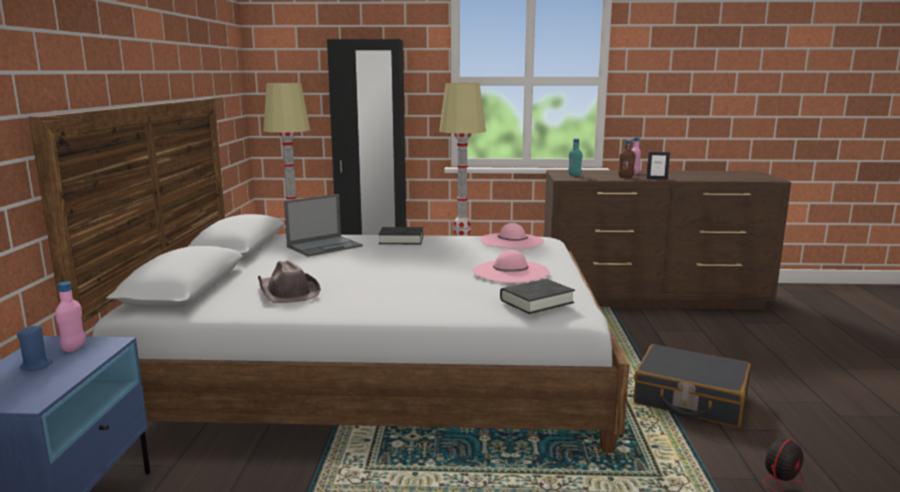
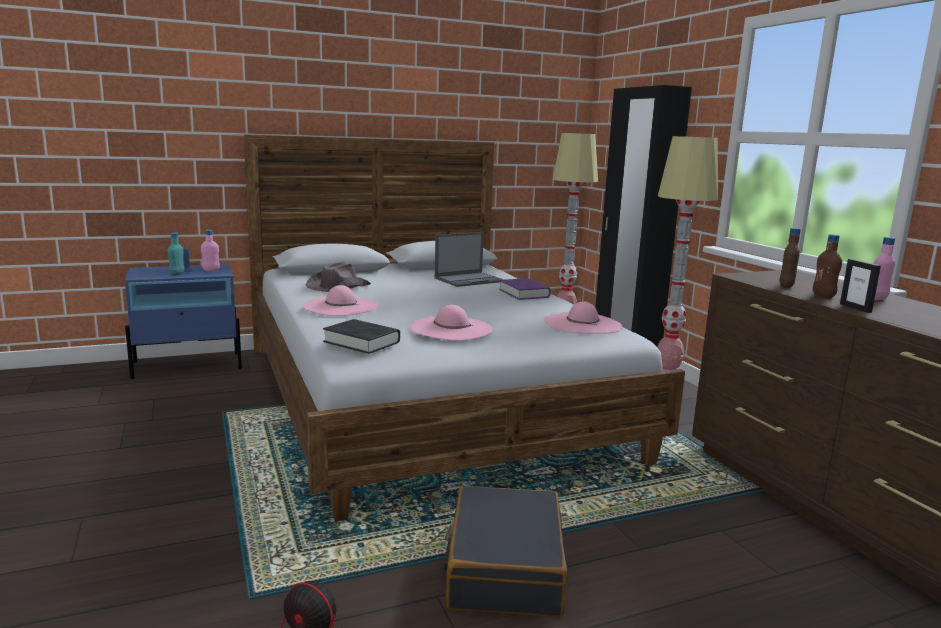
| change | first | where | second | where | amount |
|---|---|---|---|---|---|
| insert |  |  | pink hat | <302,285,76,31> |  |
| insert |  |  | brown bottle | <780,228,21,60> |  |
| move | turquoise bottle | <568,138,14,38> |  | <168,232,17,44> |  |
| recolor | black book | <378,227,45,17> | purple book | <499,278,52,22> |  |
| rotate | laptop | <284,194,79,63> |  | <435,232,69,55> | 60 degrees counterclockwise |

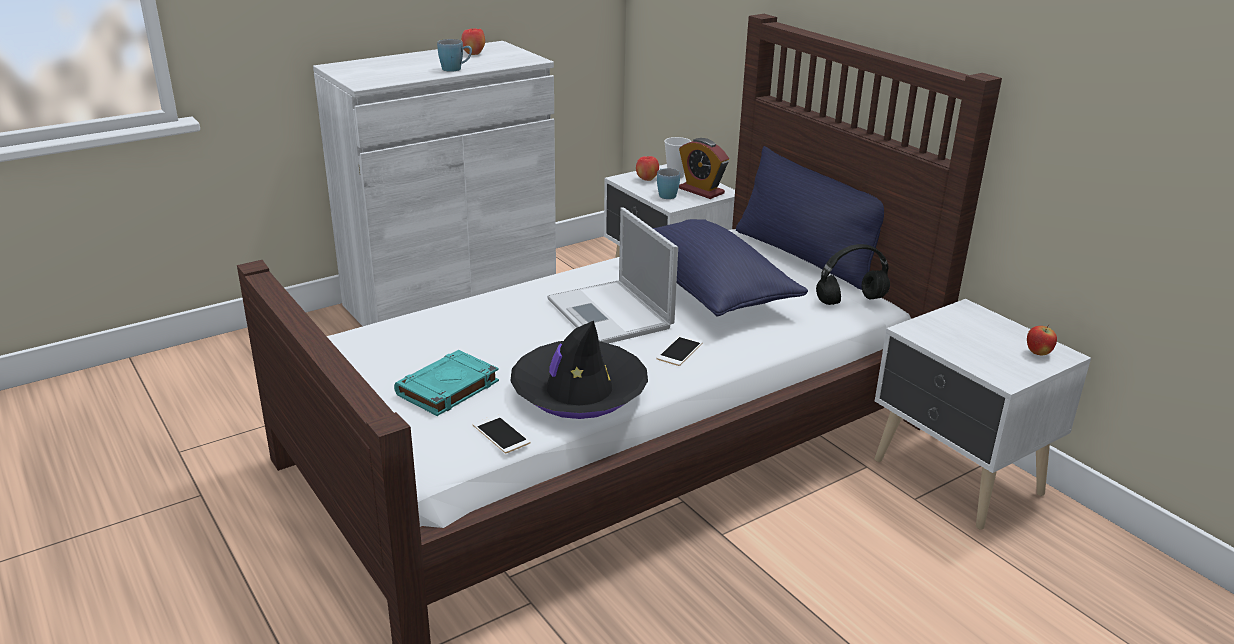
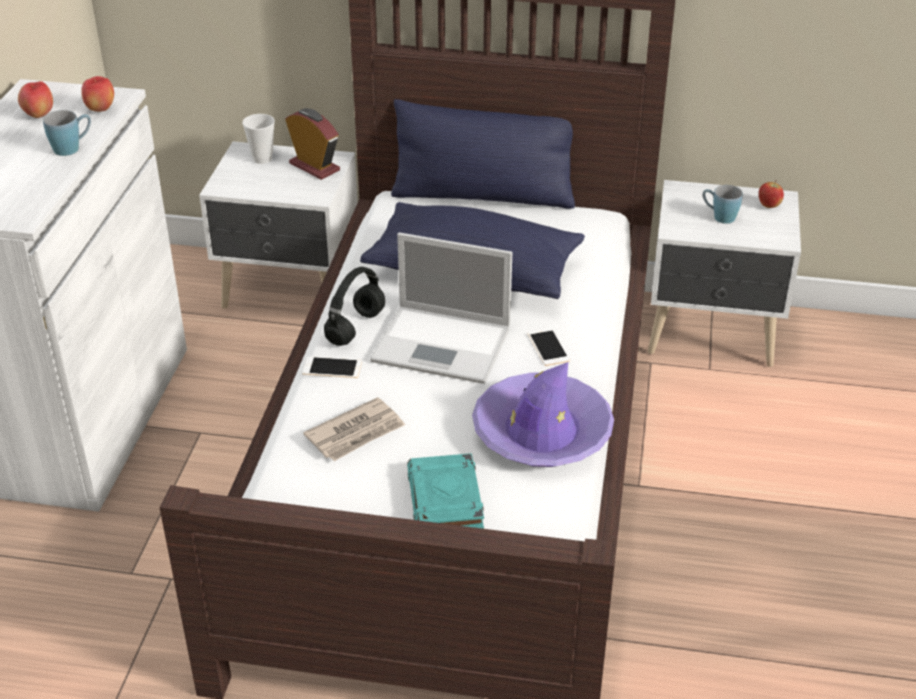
| change | first | where | second | where | amount |
|---|---|---|---|---|---|
| insert |  |  | newspaper | <303,397,102,64> |  |
| move | phone | <473,414,58,39> |  | <302,356,60,22> |  |
| move | apple | <636,156,23,25> |  | <81,76,33,36> |  |
| move | blue mug | <657,168,23,31> |  | <703,185,40,39> |  |
| move | black headphones | <816,244,74,61> |  | <324,267,61,79> |  |
| recolor | black hat | <510,321,138,98> | purple hat | <472,362,142,105> |  |
| rotate | alarm clock | <679,138,50,61> |  | <285,108,55,72> | 135 degrees counterclockwise |

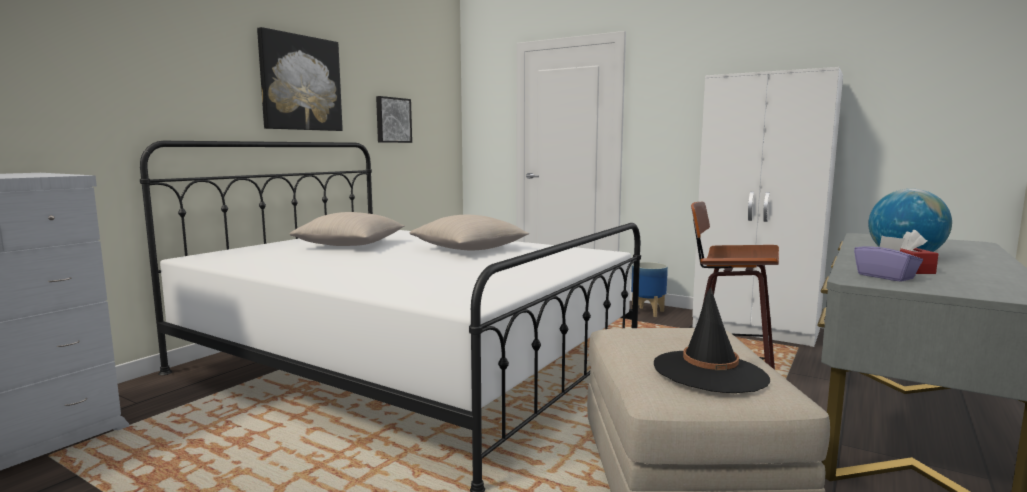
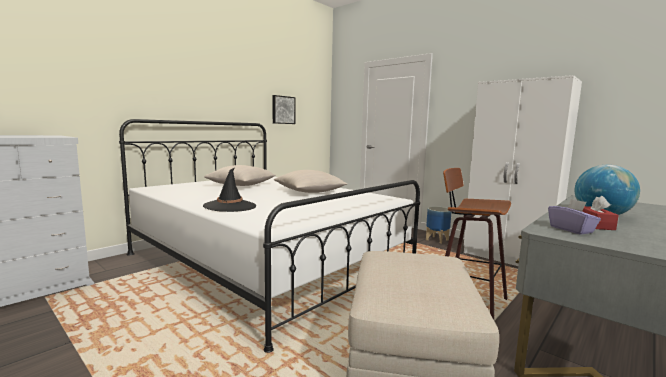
| change | first | where | second | where | amount |
|---|---|---|---|---|---|
| delete | picture | <257,27,86,104> |  |  |  |
| move | black hat | <654,287,116,106> |  | <203,168,53,44> |  |

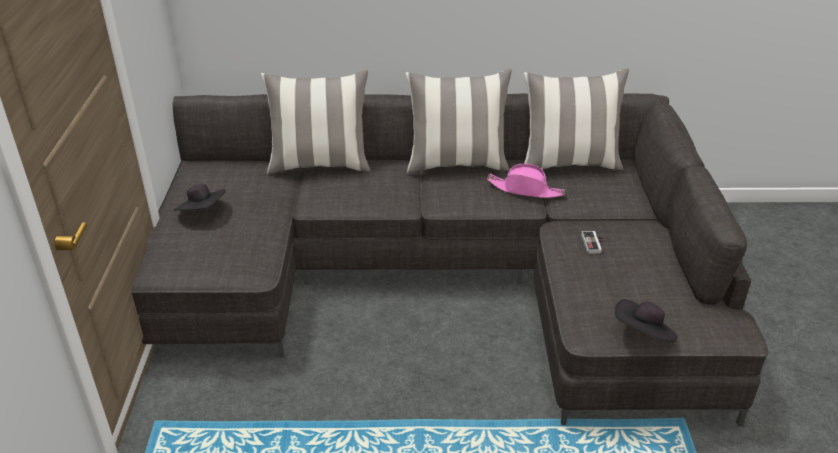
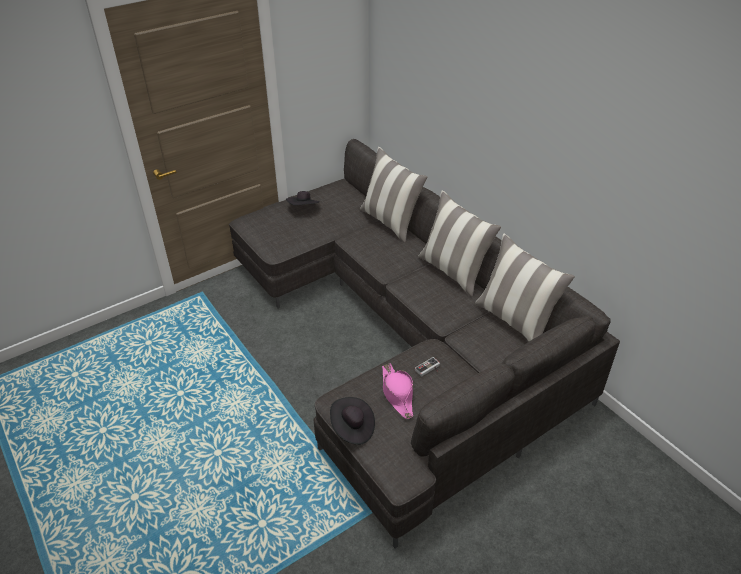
| change | first | where | second | where | amount |
|---|---|---|---|---|---|
| move | pink hat | <487,164,78,34> |  | <382,363,31,56> |  |

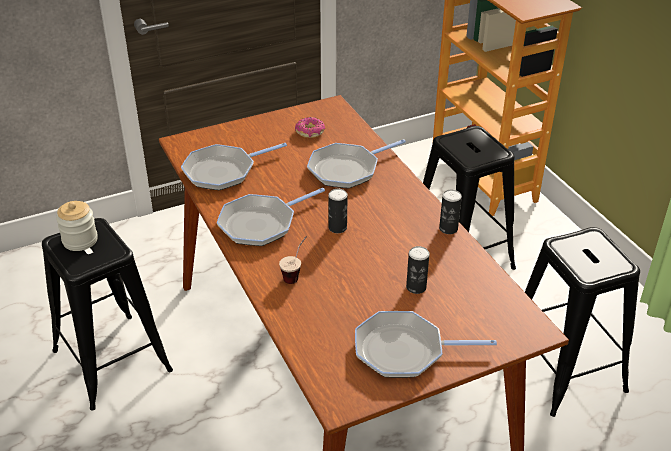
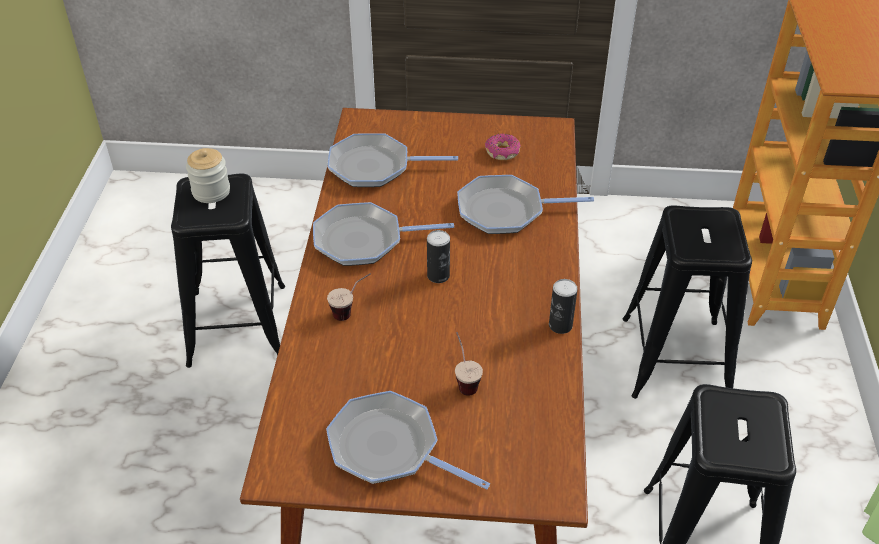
| change | first | where | second | where | amount |
|---|---|---|---|---|---|
| replace | can | <406,246,23,48> | cup | <455,332,28,64> |  |

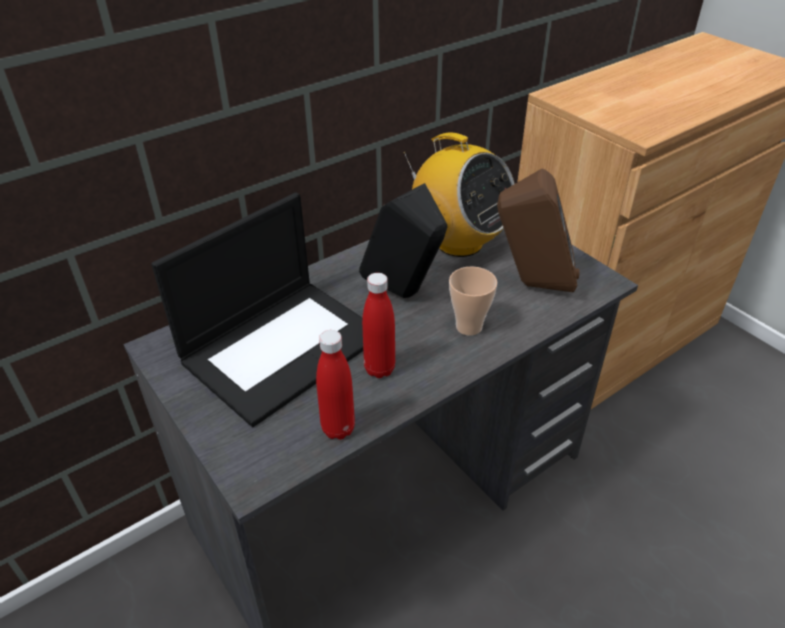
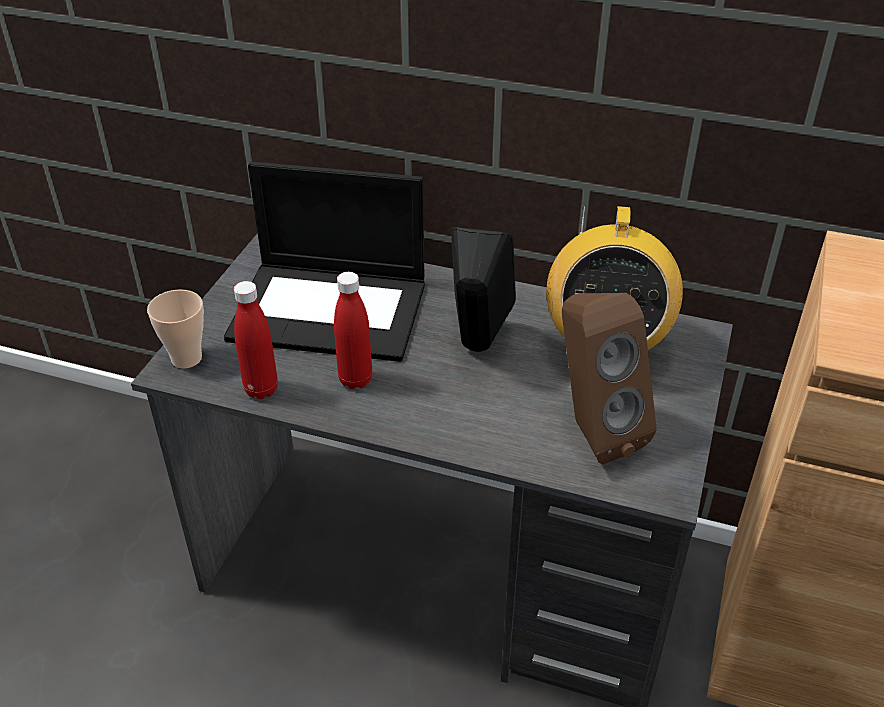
| change | first | where | second | where | amount |
|---|---|---|---|---|---|
| move | cup | <449,266,48,70> |  | <147,289,57,79> |  |

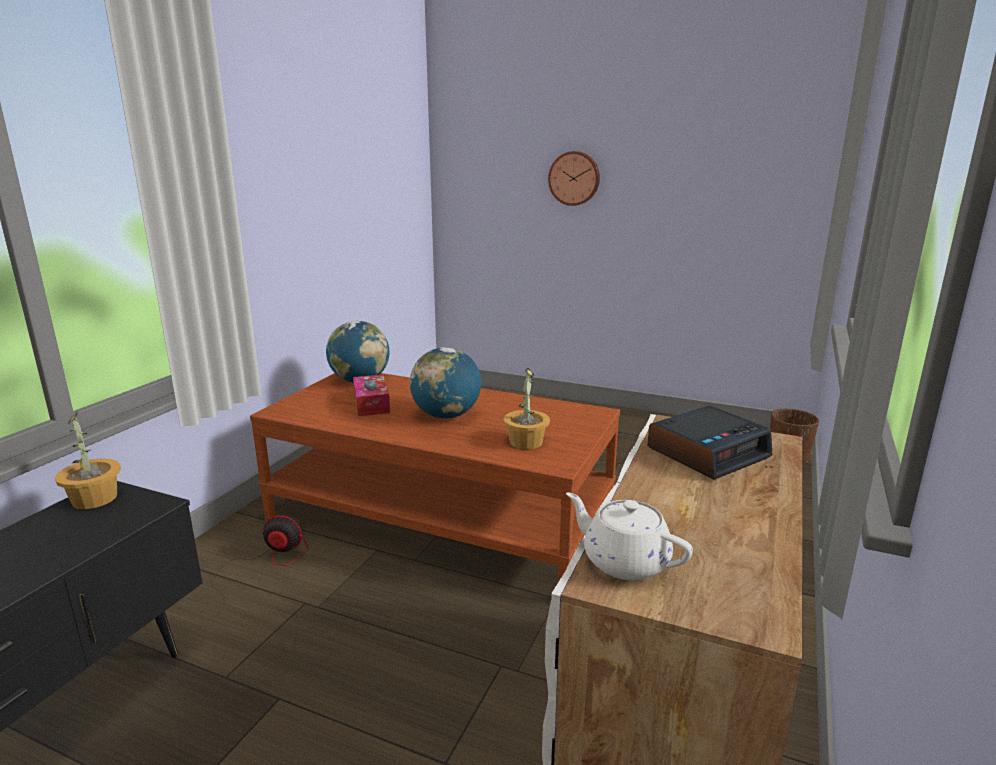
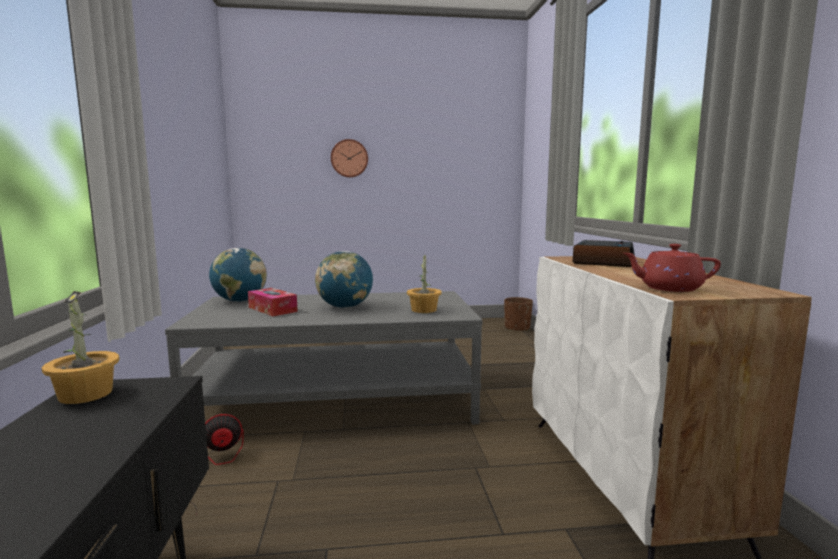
| change | first | where | second | where | amount |
|---|---|---|---|---|---|
| recolor | brown coffee table | <250,373,370,209> | grey coffee table | <165,291,318,134> |  |
| recolor | white teapot | <566,492,127,88> | red teapot | <623,244,98,48> |  |

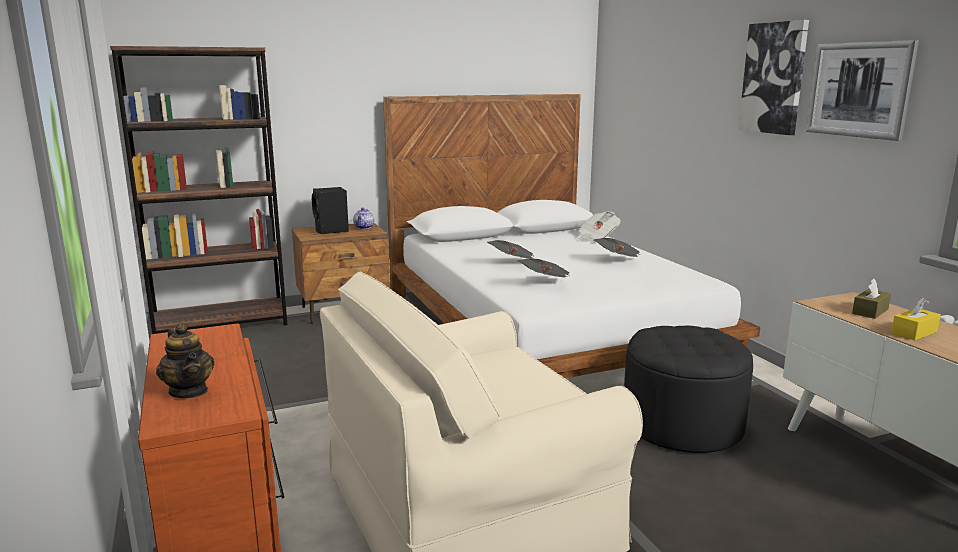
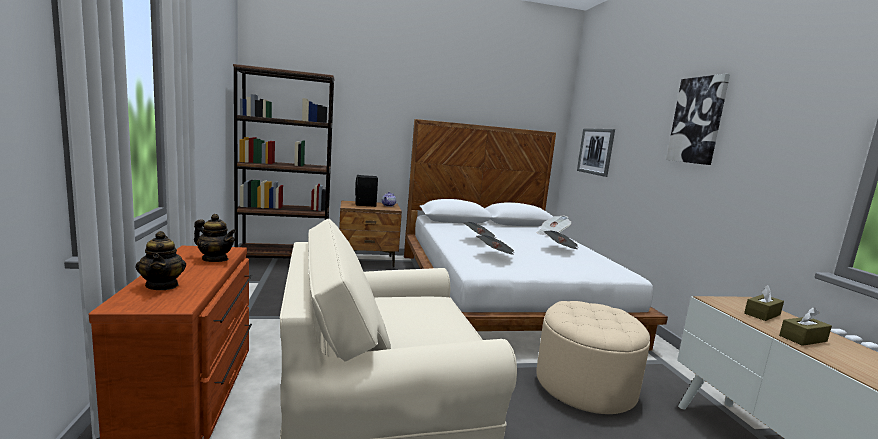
| change | first | where | second | where | amount |
|---|---|---|---|---|---|
| insert |  |  | teapot | <194,214,42,48> |  |
| move | picture | <806,40,113,101> |  | <577,128,38,49> |  |
| recolor | black ottoman | <624,326,129,127> | beige ottoman | <536,301,114,113> |  |
| recolor | yellow tissue box | <891,298,50,42> | brown tissue box | <779,307,53,39> |  |

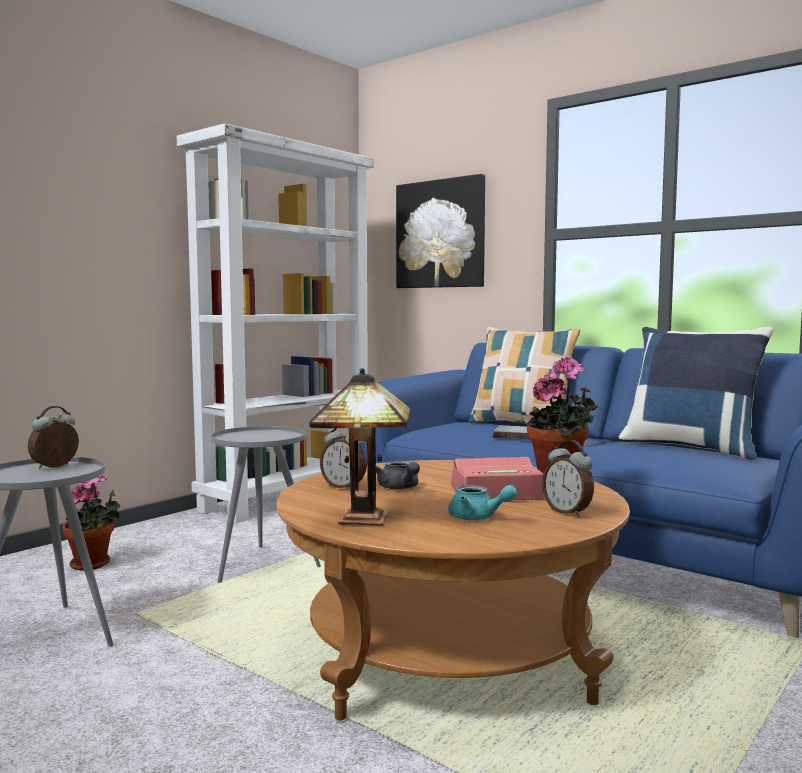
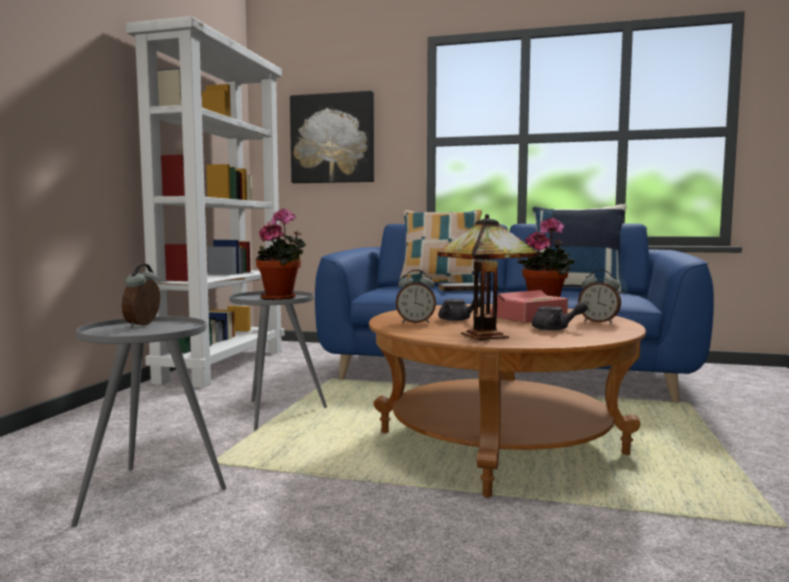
| change | first | where | second | where | amount |
|---|---|---|---|---|---|
| move | potted plant | <63,473,57,98> |  | <256,209,51,91> |  |
| recolor | turquoise teapot | <448,485,69,35> | grey teapot | <532,302,56,29> |  |

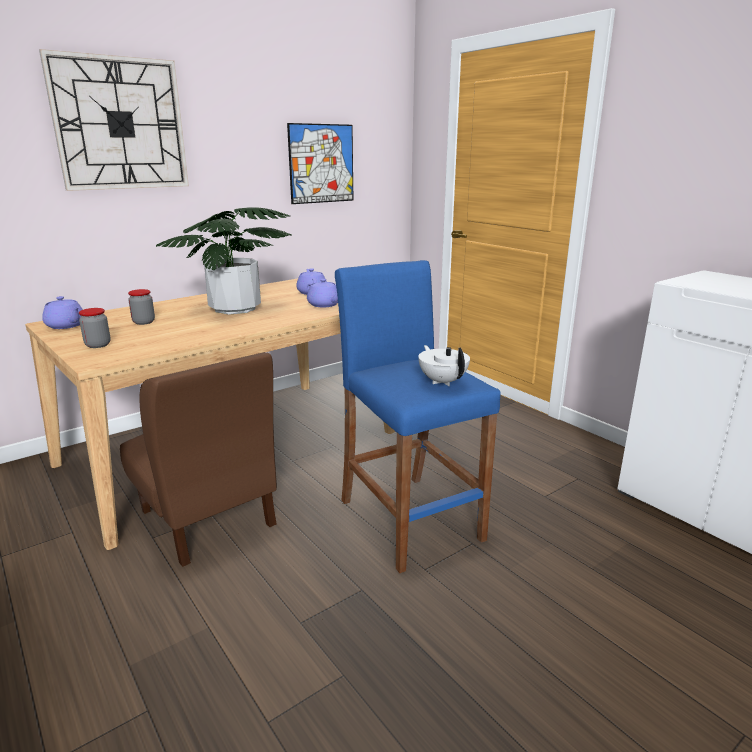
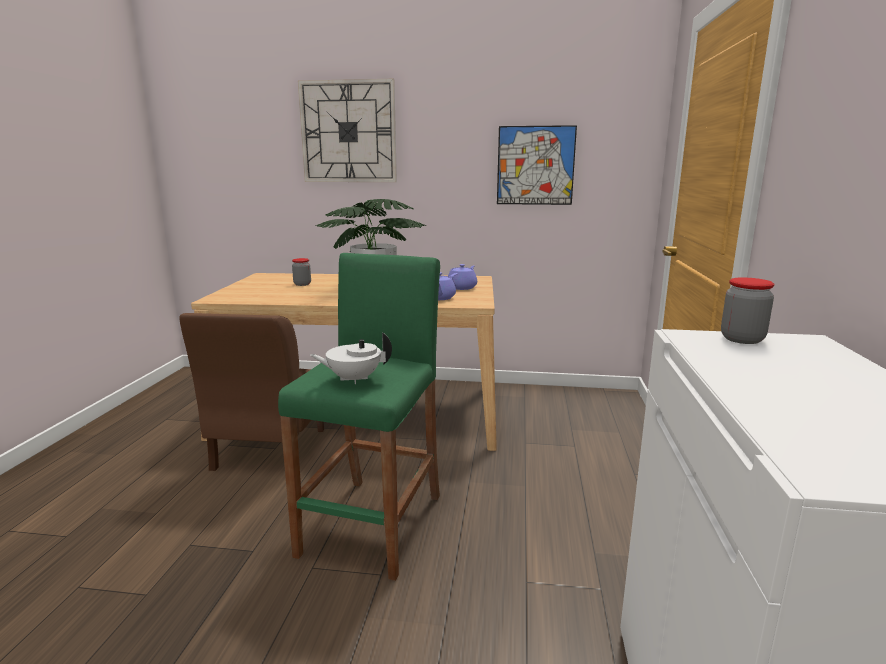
| change | first | where | second | where | amount |
|---|---|---|---|---|---|
| delete | purple teapot | <42,296,41,33> |  |  |  |
| move | jar | <79,308,32,40> |  | <721,277,53,67> |  |
| recolor | blue stool | <335,260,166,313> | green stool | <278,253,162,328> |  |
| rotate | white teapot | <418,345,52,41> |  | <310,332,82,52> | 120 degrees counterclockwise |

